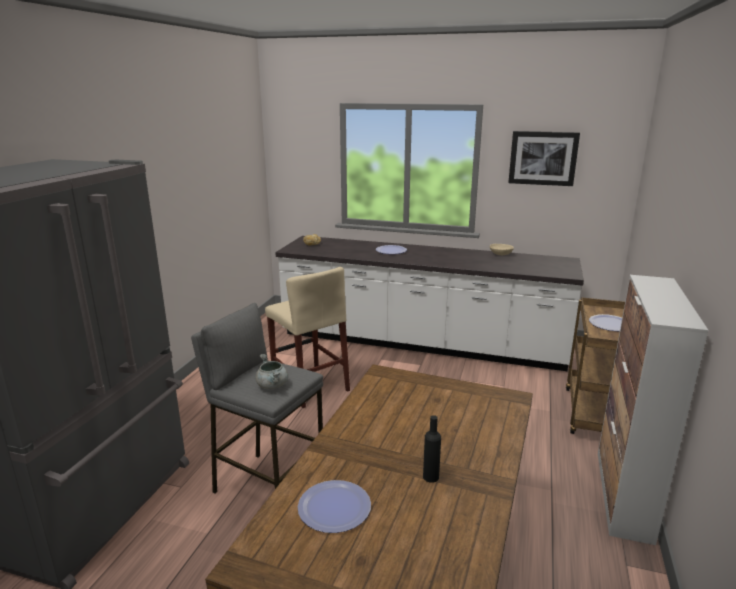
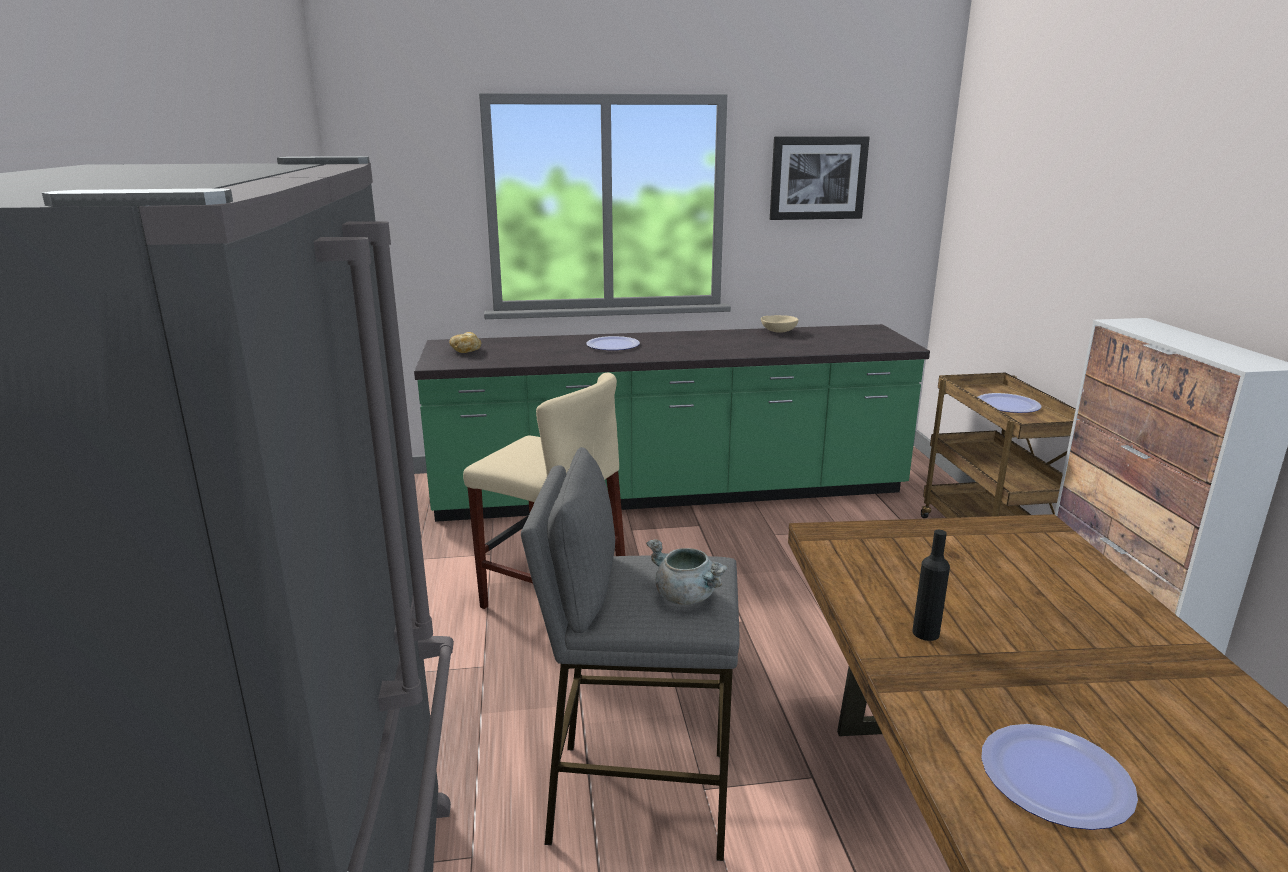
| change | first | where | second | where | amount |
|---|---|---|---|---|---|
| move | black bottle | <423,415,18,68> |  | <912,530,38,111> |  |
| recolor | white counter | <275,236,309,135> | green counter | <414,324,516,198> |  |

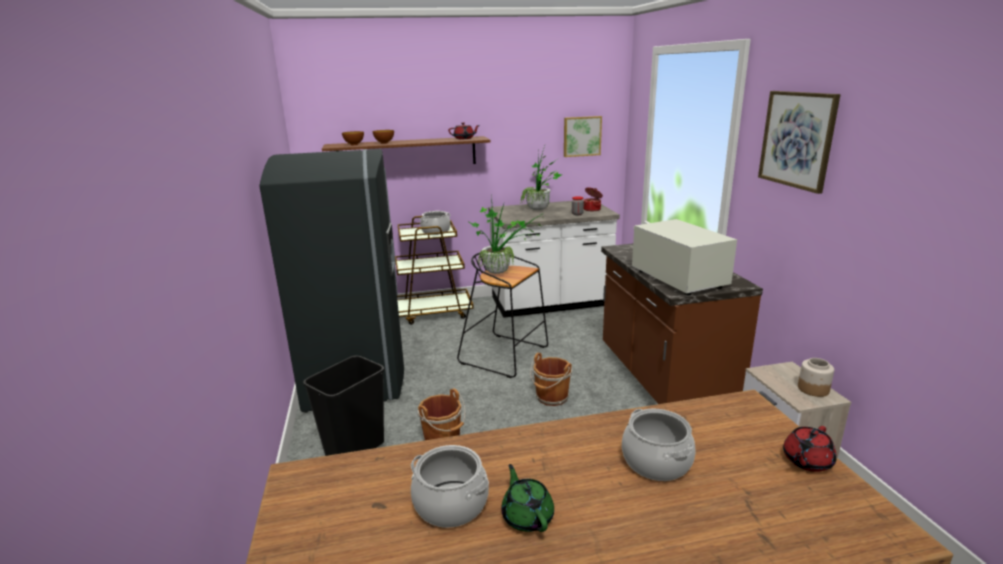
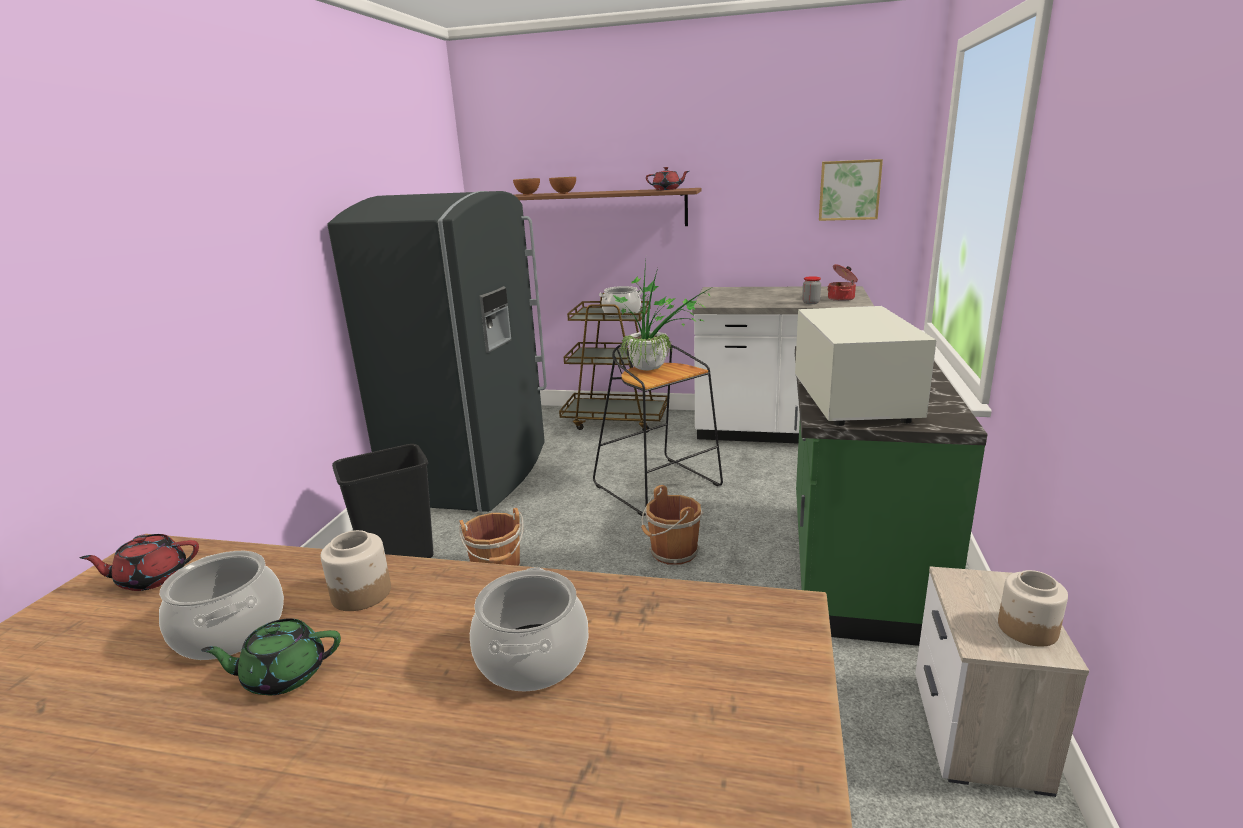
| change | first | where | second | where | amount |
|---|---|---|---|---|---|
| delete | potted plant | <520,143,42,67> |  |  |  |
| delete | picture | <758,91,83,103> |  |  |  |
| insert |  |  | jar | <321,530,70,81> |  |
| move | red teapot | <783,426,54,46> |  | <80,534,119,57> |  |
| recolor | brown counter | <601,244,162,160> | green counter | <794,346,194,300> |  |
| rotate | green teapot | <501,464,53,68> |  | <201,618,140,77> | 105 degrees counterclockwise |

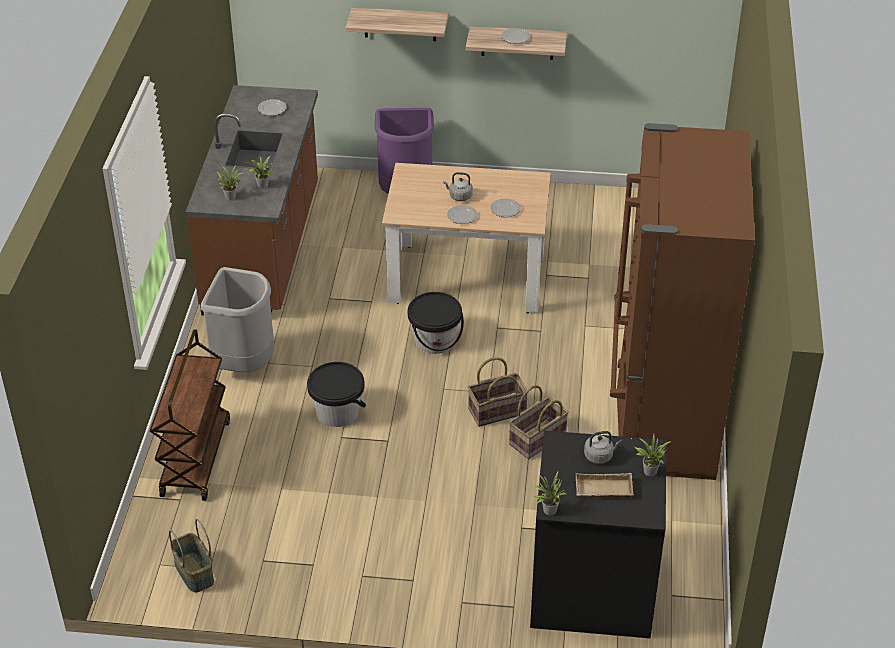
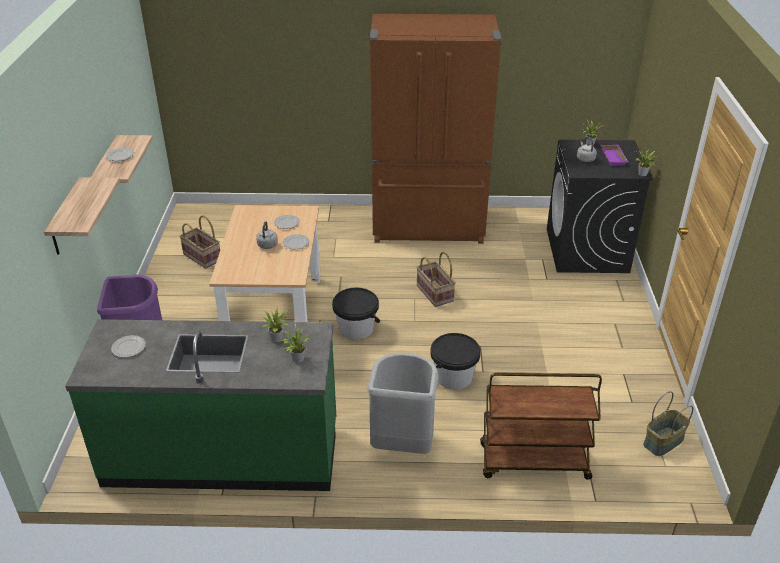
| change | first | where | second | where | amount |
|---|---|---|---|---|---|
| move | basket | <509,385,60,74> |  | <179,215,41,54> |  |
| recolor | brown counter | <186,85,132,230> | green counter | <65,319,271,172> |  |
| recolor | beige tray | <576,473,58,25> | purple tray | <601,145,27,21> |  |

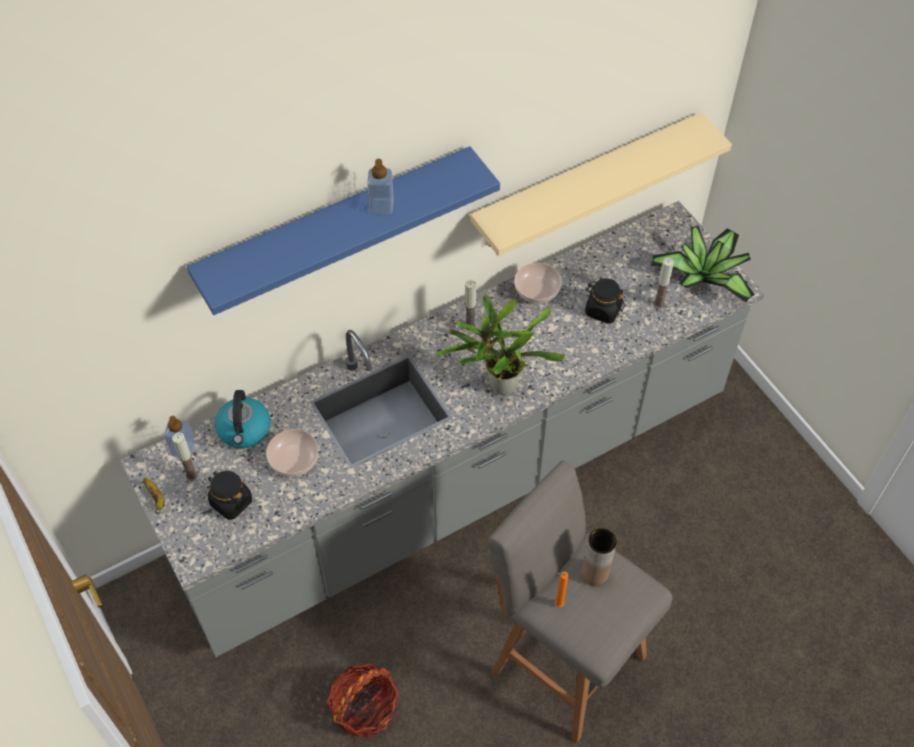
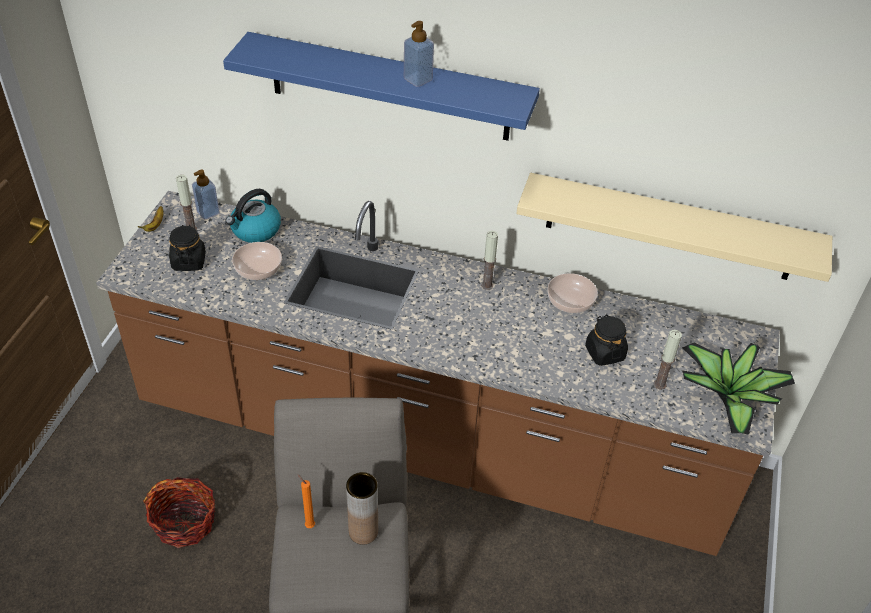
| change | first | where | second | where | amount |
|---|---|---|---|---|---|
| delete | potted plant | <435,295,130,100> |  |  |  |
| recolor | grey counter | <120,201,644,456> | brown counter | <96,191,684,365> |  |

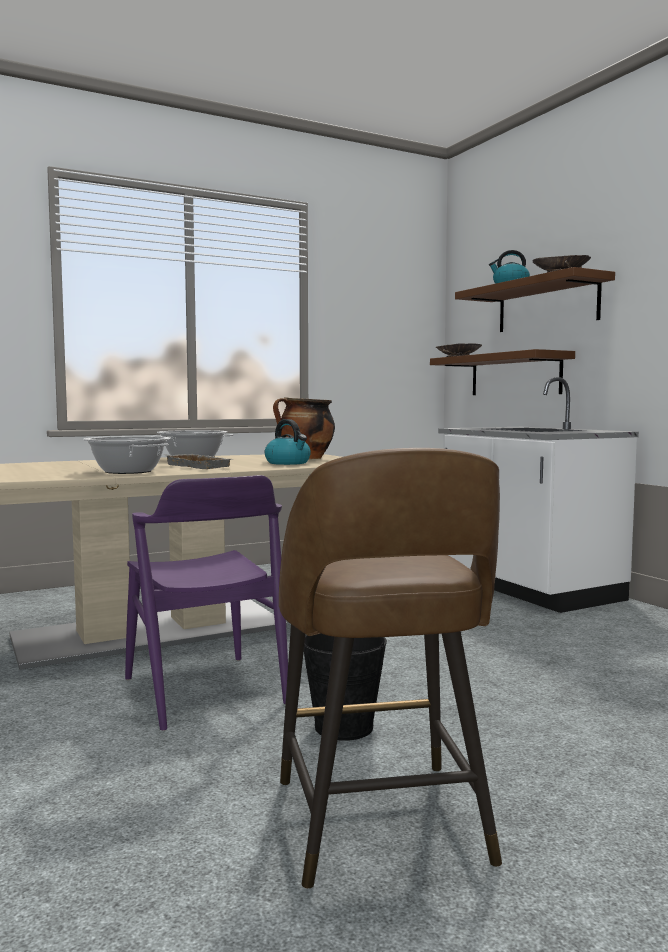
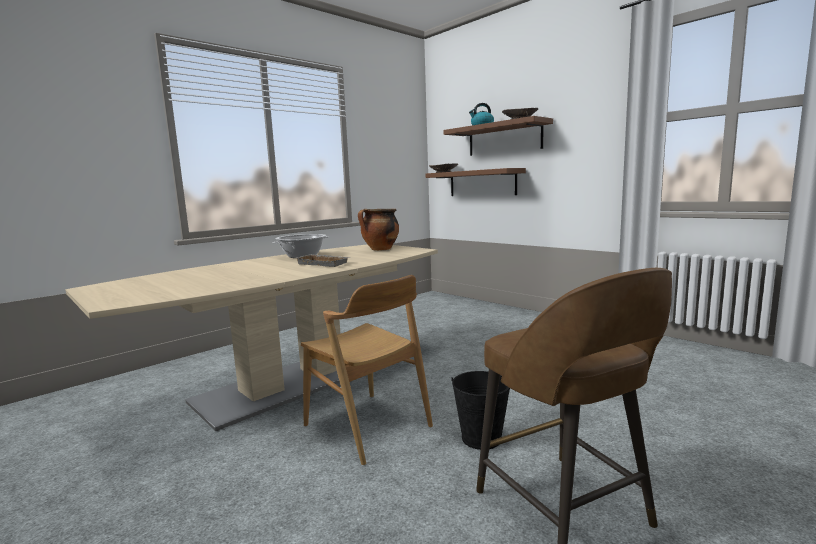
| change | first | where | second | where | amount |
|---|---|---|---|---|---|
| delete | cooking pot | <83,436,88,38> |  |  |  |
| delete | kettle | <265,419,46,46> |  |  |  |
| delete | white counter | <438,377,201,236> |  |  |  |
| recolor | purple chair | <125,475,163,256> | brown chair | <301,275,132,190> |  |

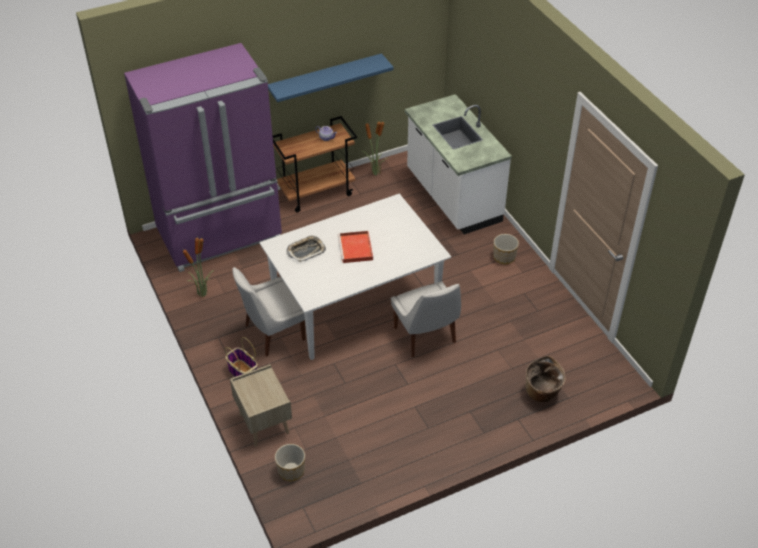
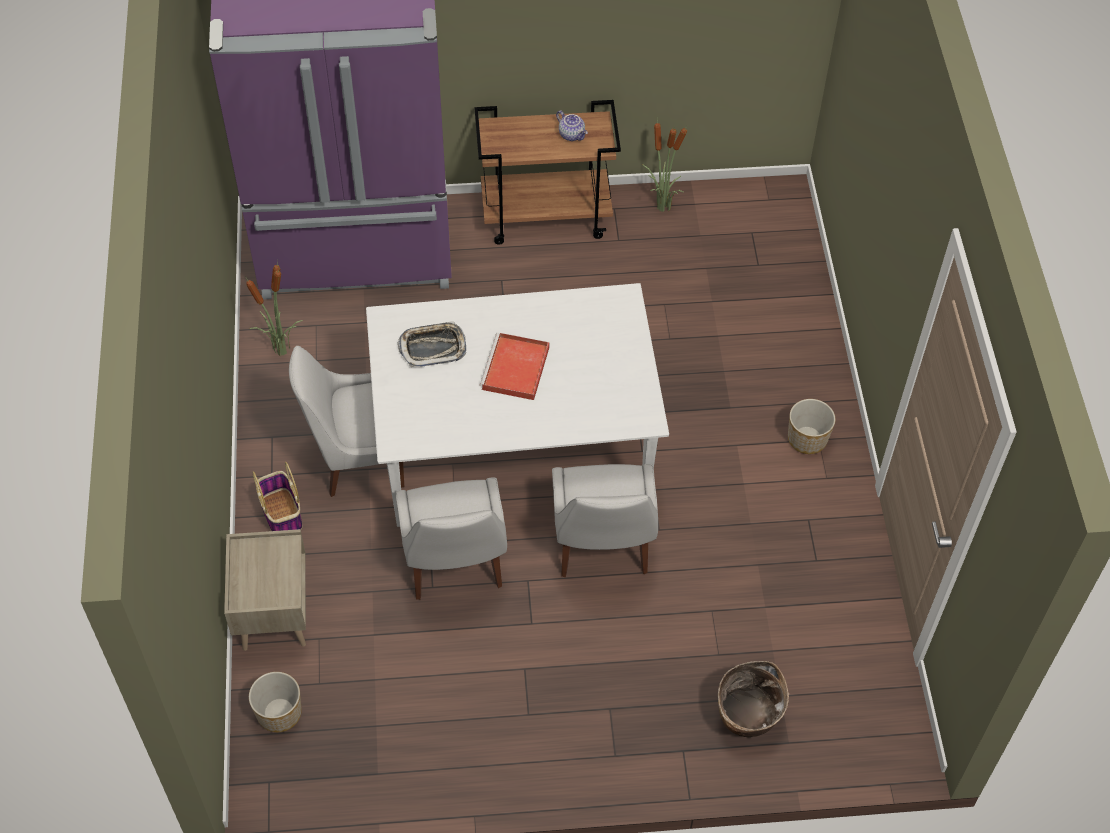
| change | first | where | second | where | amount |
|---|---|---|---|---|---|
| delete | blue shelf | <268,53,126,49> |  |  |  |
| delete | white counter | <405,94,107,141> |  |  |  |
| insert |  |  | white chair | <395,477,112,123> |  |

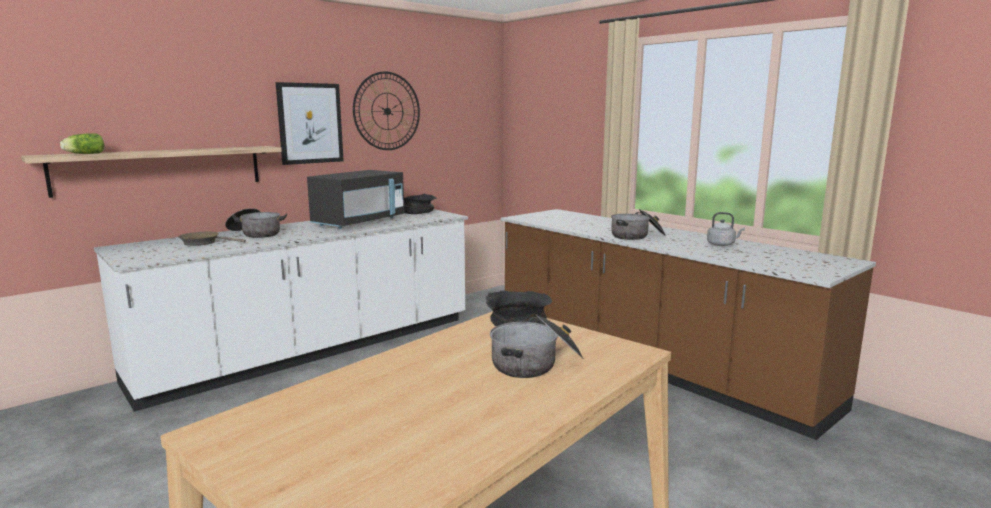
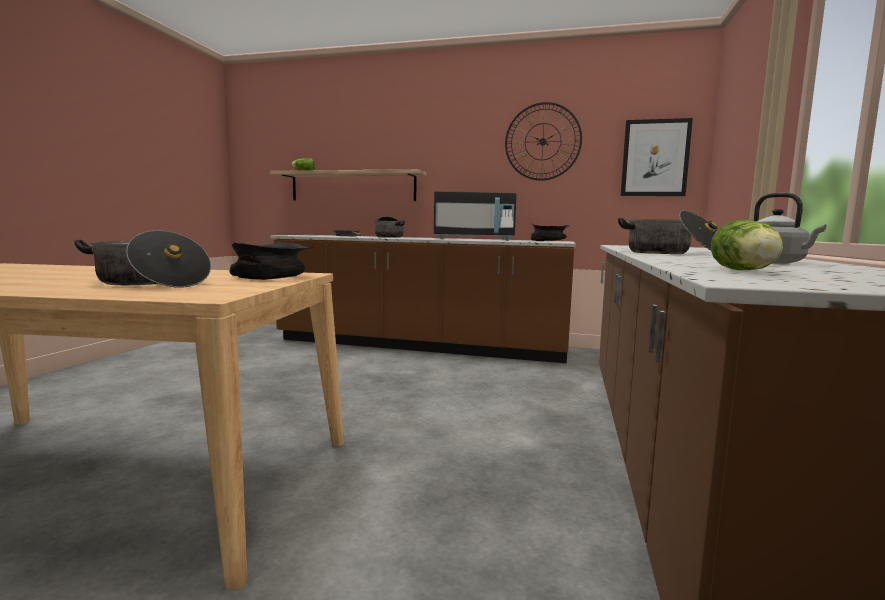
| change | first | where | second | where | amount |
|---|---|---|---|---|---|
| insert |  |  | lettuce | <711,220,72,50> |  |
| move | picture | <276,82,68,83> |  | <621,118,72,78> |  |
| recolor | white counter | <94,209,374,203> | brown counter | <270,235,306,129> |  |

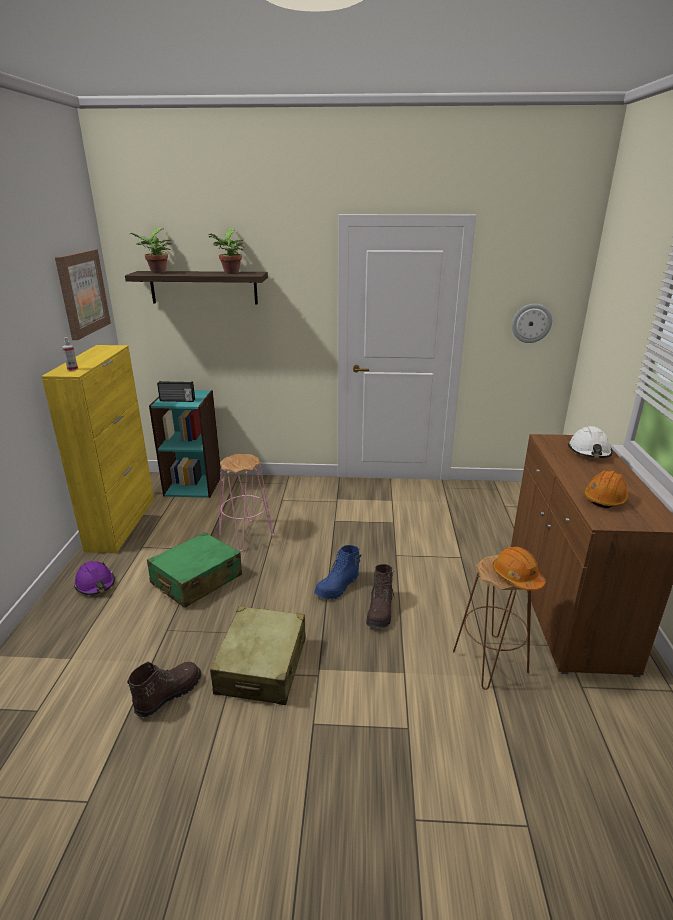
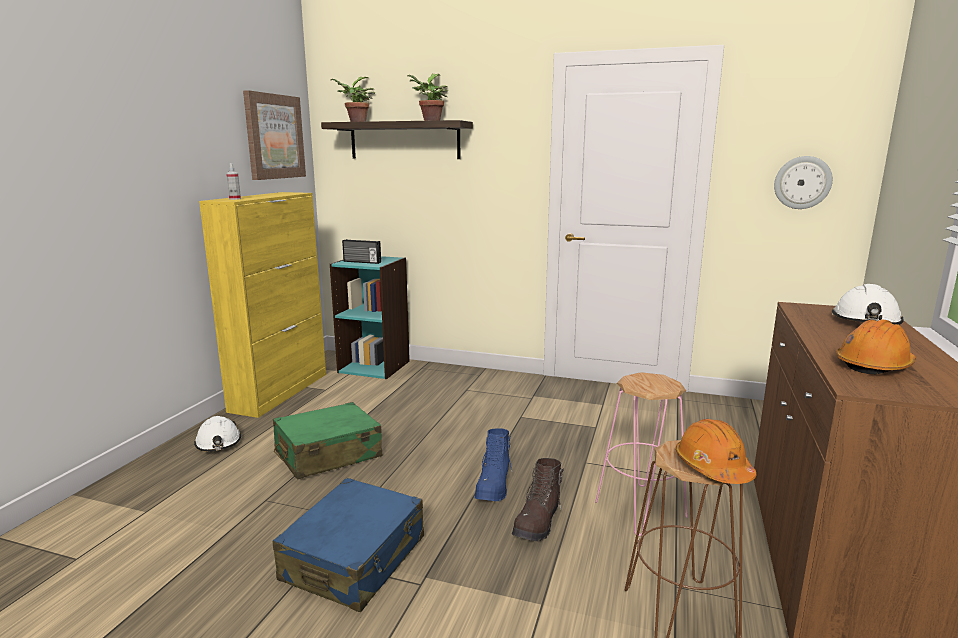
| change | first | where | second | where | amount |
|---|---|---|---|---|---|
| delete | brown boot | <127,661,74,56> |  |  |  |
| move | pink stool | <219,454,55,97> |  | <595,372,93,164> |  |
| recolor | purple hard hat | <74,561,41,34> | white hard hat | <194,416,47,35> |  |
| recolor | beige suitcase | <210,606,95,99> | blue suitcase | <273,478,151,134> |  |
| rotate | blue boot | <314,545,48,54> |  | <474,428,39,73> | 45 degrees counterclockwise |

